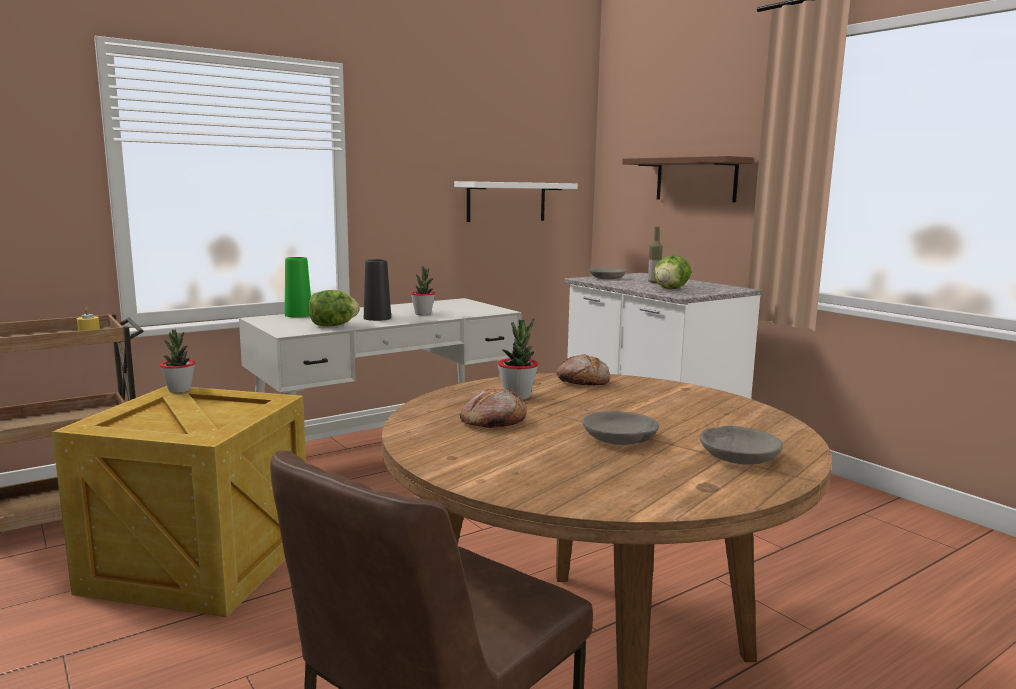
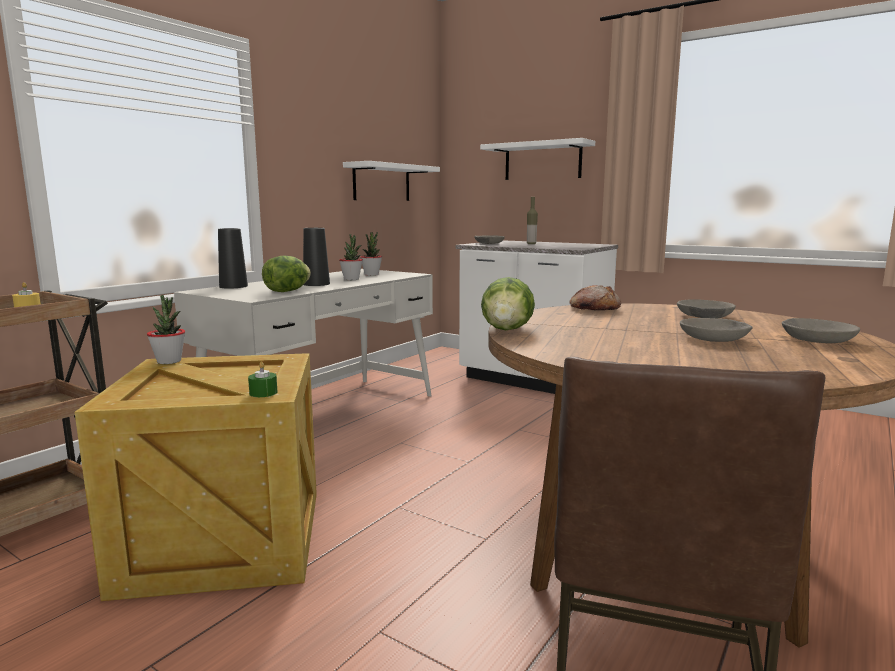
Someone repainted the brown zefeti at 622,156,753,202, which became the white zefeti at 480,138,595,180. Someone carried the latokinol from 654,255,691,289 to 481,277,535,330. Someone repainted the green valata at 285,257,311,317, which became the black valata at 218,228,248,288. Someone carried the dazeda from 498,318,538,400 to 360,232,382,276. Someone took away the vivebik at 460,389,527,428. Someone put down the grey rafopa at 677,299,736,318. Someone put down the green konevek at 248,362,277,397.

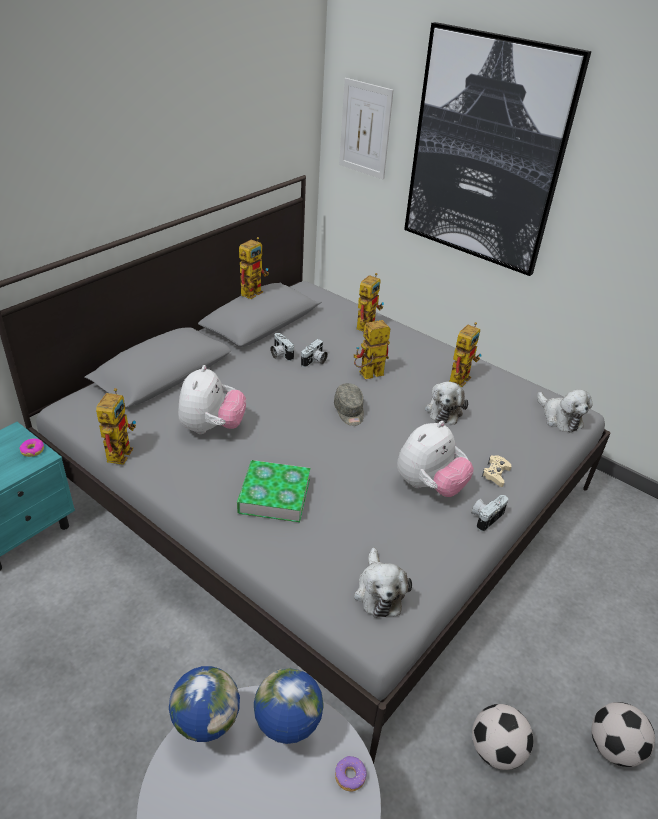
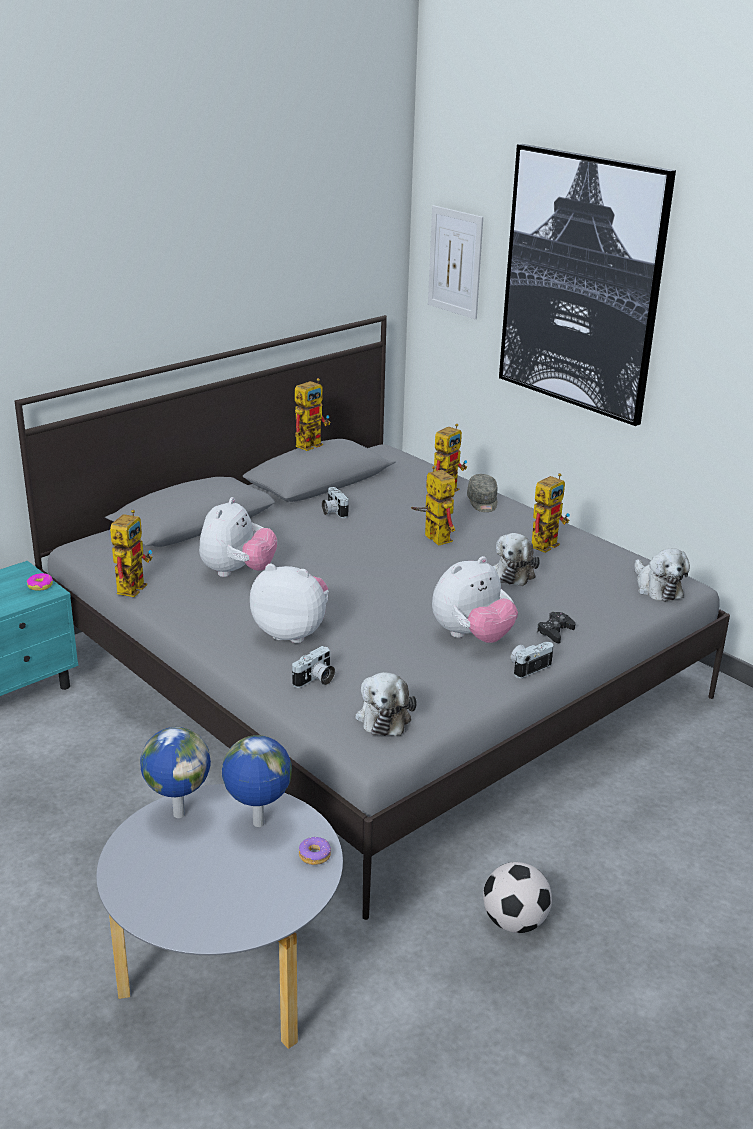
Someone rotated the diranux at 354,320,390,379 by 75 degrees clockwise. Someone carried the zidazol from 301,339,328,367 to 292,646,335,688. Someone carried the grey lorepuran from 334,383,364,426 to 467,474,497,512. Someone repainted the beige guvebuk at 482,455,511,487, which became the black guvebuk at 537,612,575,643. Someone swapped the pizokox at 237,460,311,522 for the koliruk at 250,564,329,643. Someone took away the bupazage at 591,702,655,767.

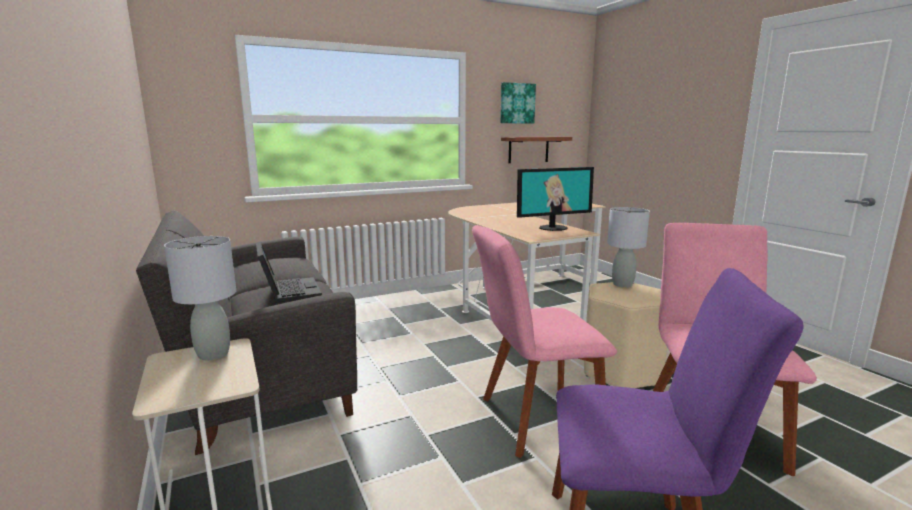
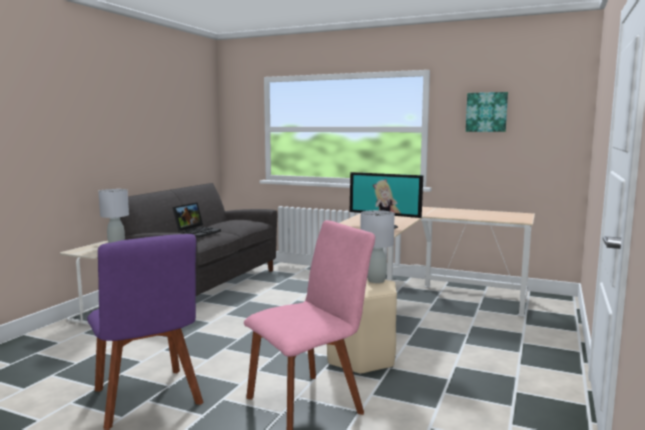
Someone took away the zefeti at 501,137,572,163. Someone took away the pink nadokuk at 472,225,617,458.

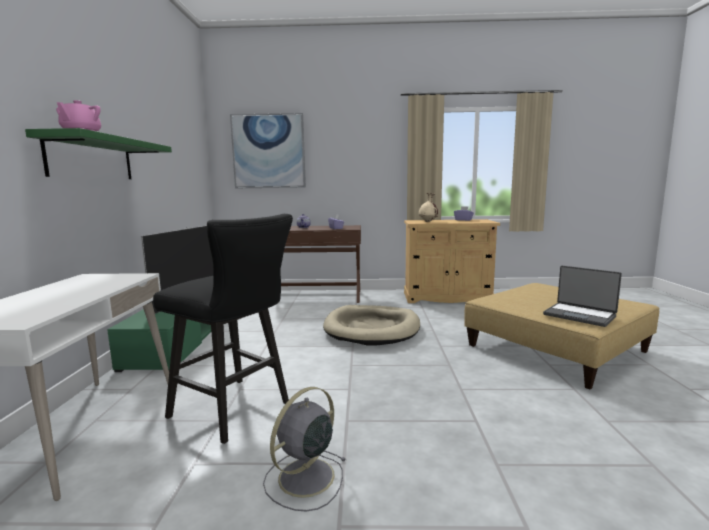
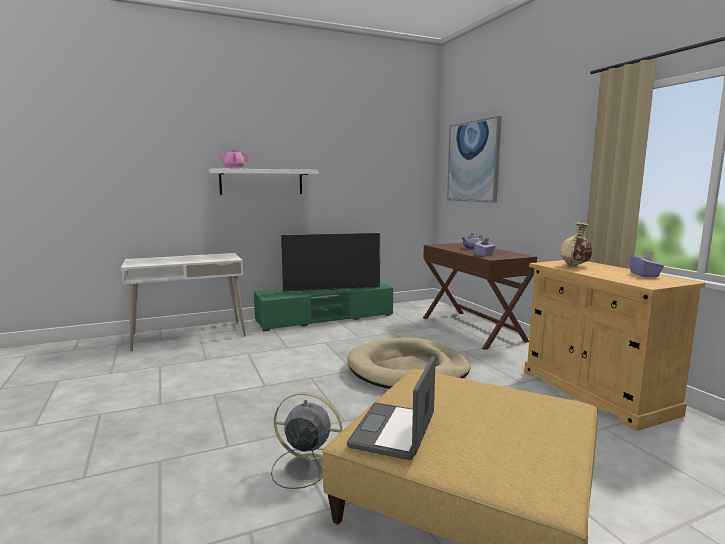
Someone repainted the green zefeti at 25,128,172,179, which became the white zefeti at 209,168,318,195. Someone took away the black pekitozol at 153,214,293,444. Someone carried the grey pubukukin from 263,387,346,512 to 271,392,342,489.

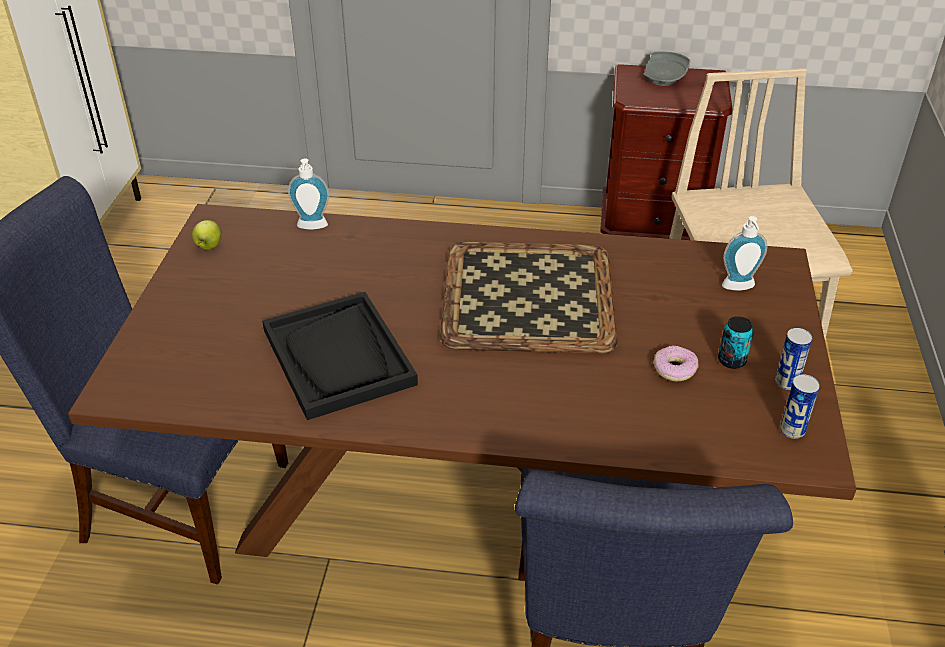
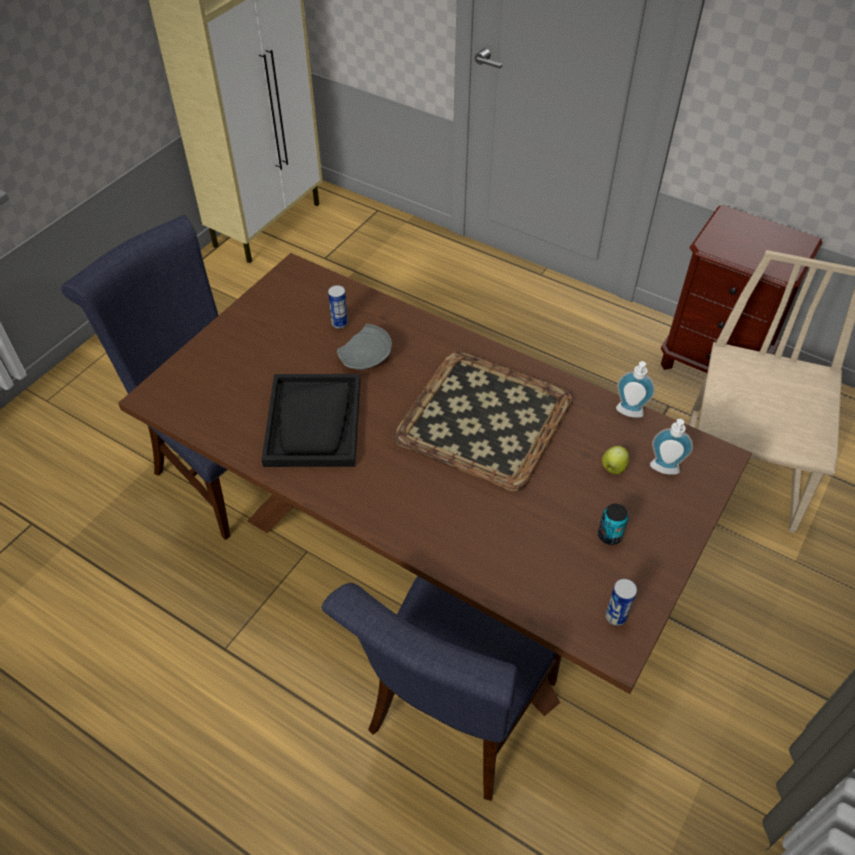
Someone carried the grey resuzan from 643,51,690,86 to 337,324,392,370. Someone carried the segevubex from 288,159,329,230 to 616,361,655,418. Someone carried the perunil from 192,220,221,250 to 602,446,629,474. Someone carried the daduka from 775,328,812,390 to 328,285,348,329. Someone took away the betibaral at 653,346,698,381.

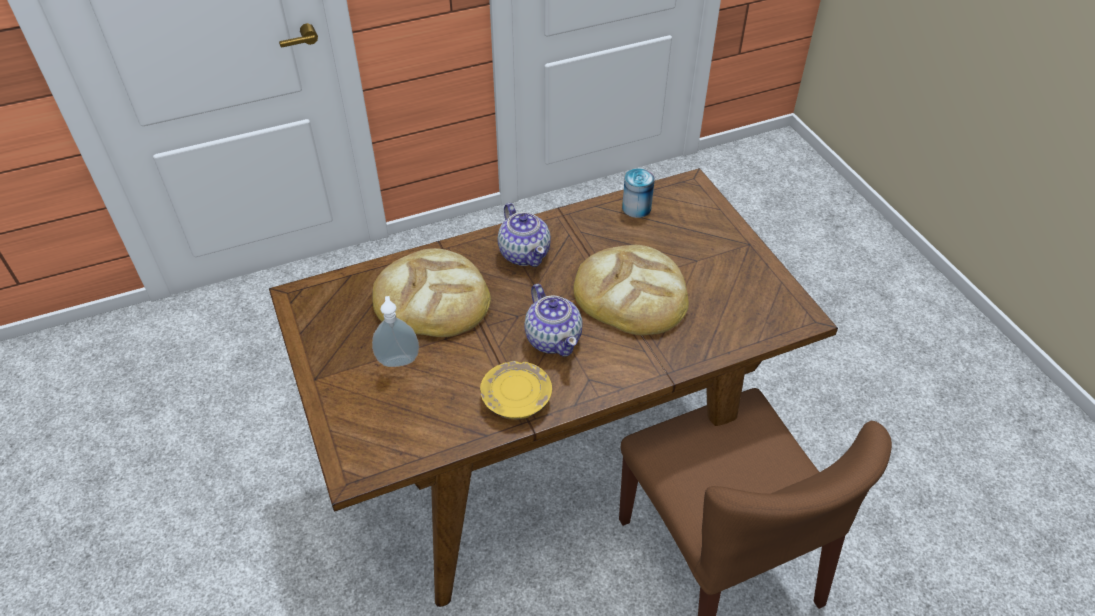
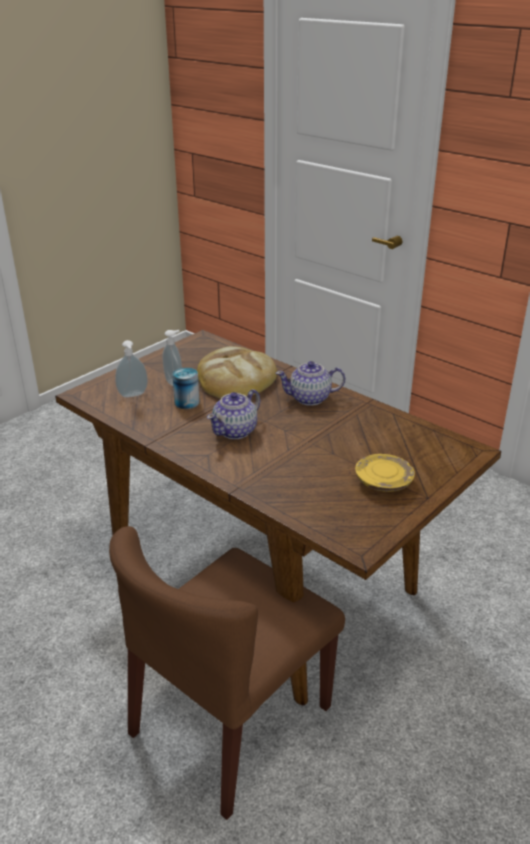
Someone carried the daduka from 622,168,655,218 to 172,368,200,409. Someone rotated the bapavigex at 498,203,551,267 by 45 degrees clockwise. Someone took away the vivebik at 573,245,689,335. Someone carried the yellow resuzan from 480,361,552,419 to 355,454,415,492. Someone put down the segevubex at 115,340,148,398.

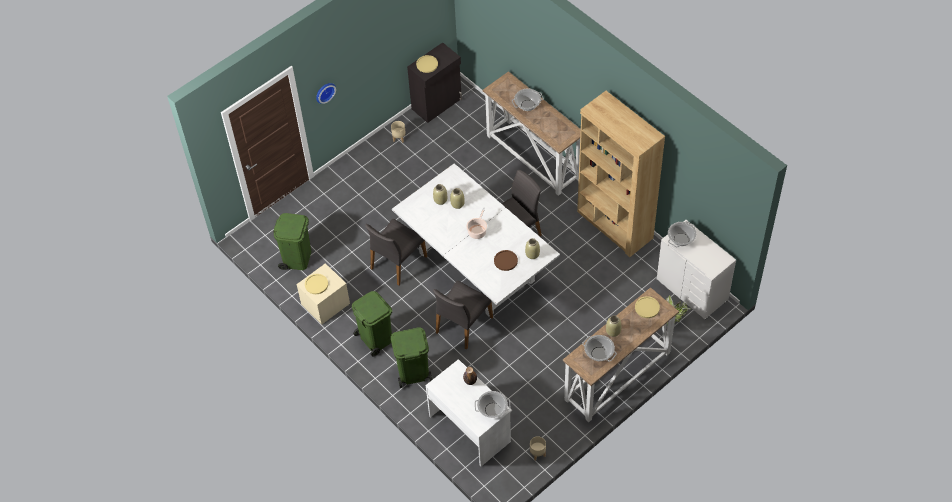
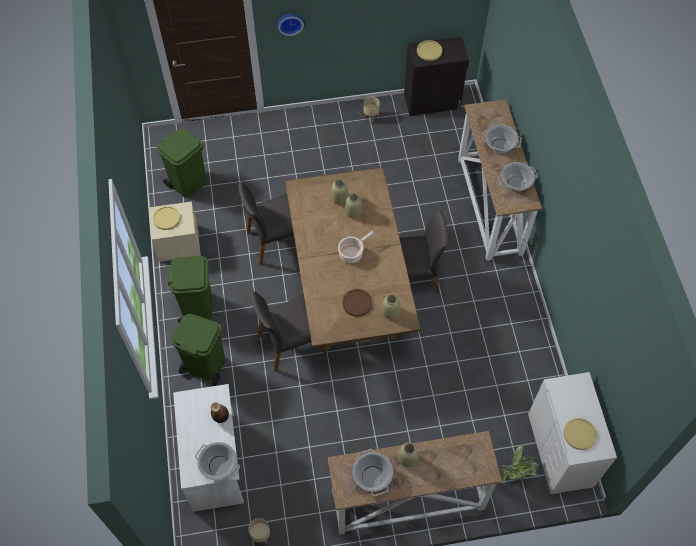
Someone took away the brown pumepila at 577,91,665,257. Someone repainted the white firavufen at 392,163,560,317, which became the brown firavufen at 285,167,421,350. Someone carried the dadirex from 668,221,696,247 to 498,162,538,191. Someone carried the yellow resuzan from 635,296,660,318 to 564,418,597,450.

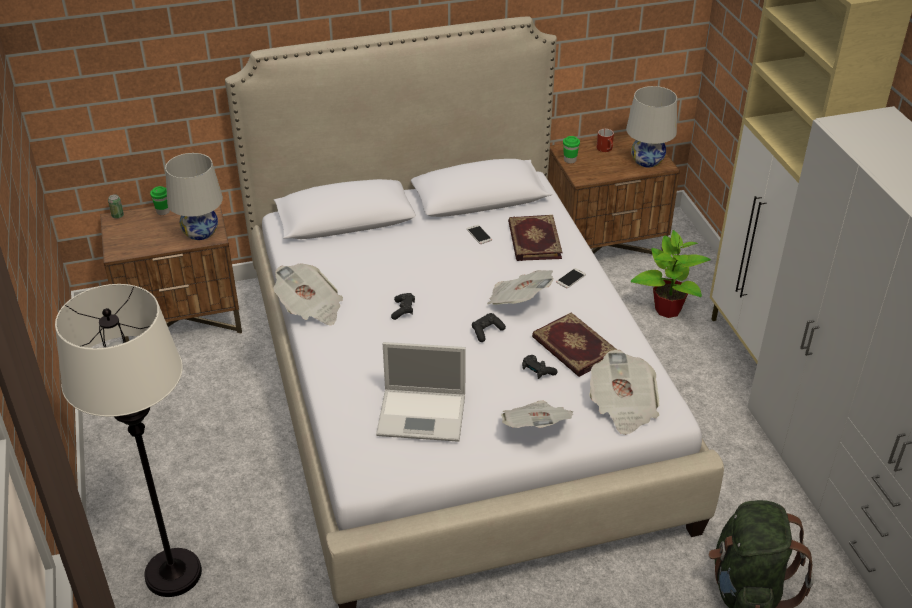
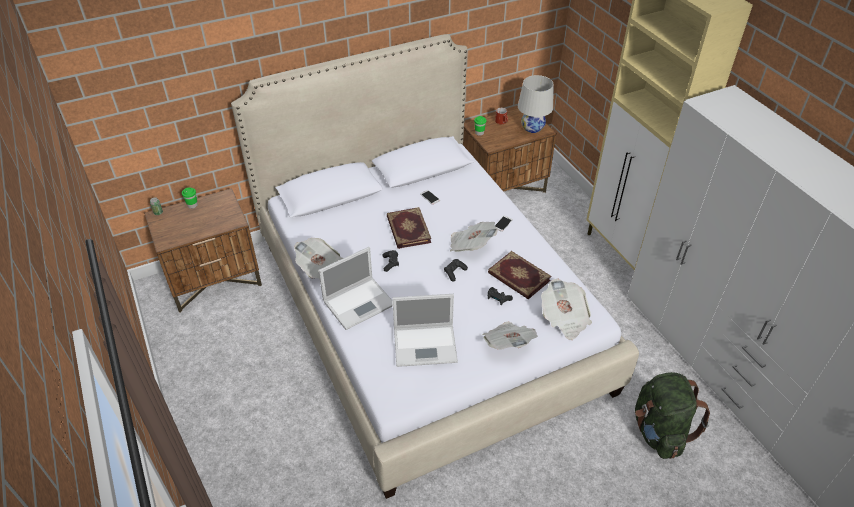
Someone took away the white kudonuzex at 165,153,223,240. Someone carried the pizokox from 508,215,562,261 to 387,207,431,249. Someone took away the dazeda at 631,230,711,318. Someone took away the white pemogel at 55,284,202,597. Someone put down the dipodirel at 318,247,393,330.

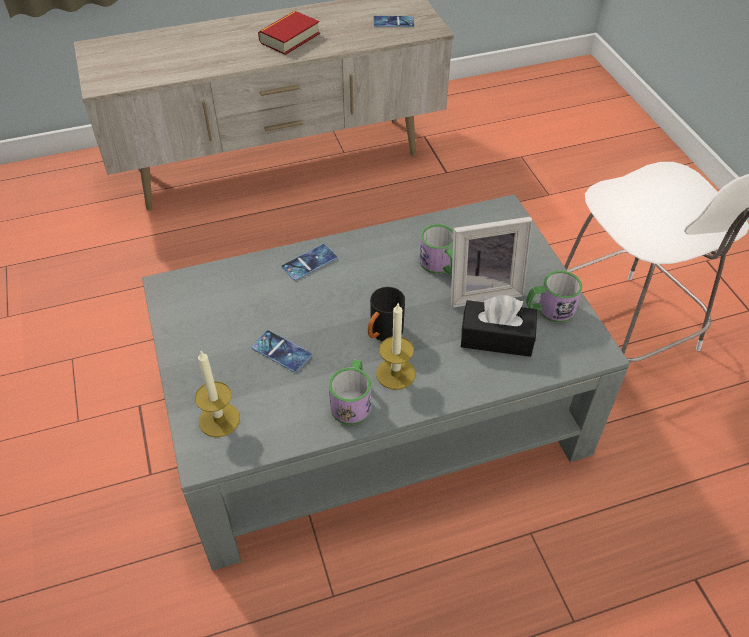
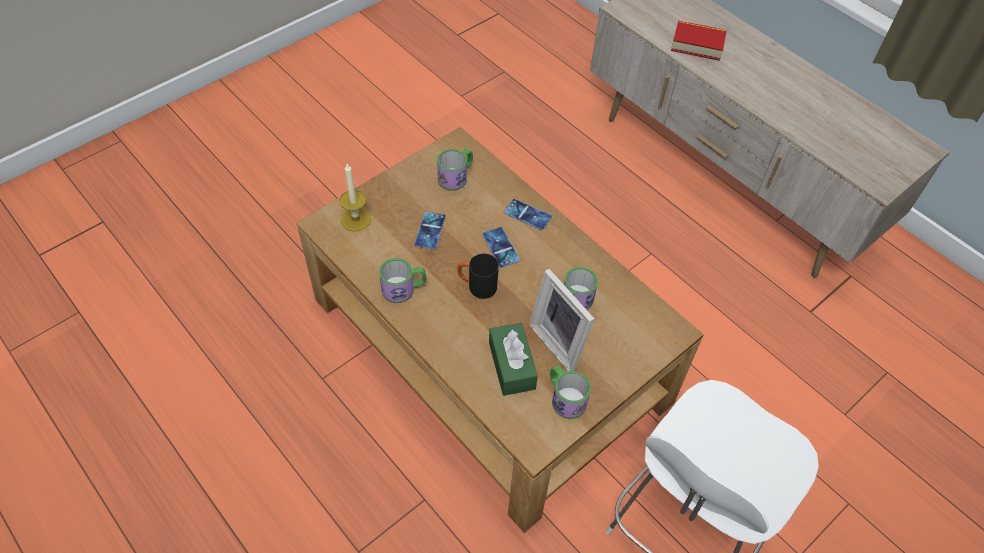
Someone carried the pizokox from 258,11,320,55 to 671,20,727,61. Someone carried the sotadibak from 373,16,414,27 to 482,227,520,268. Someone repainted the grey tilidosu at 142,194,630,571, which became the brown tilidosu at 296,127,704,533. Someone repainted the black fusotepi at 461,295,537,357, which became the green fusotepi at 489,323,538,396. Someone took away the konevek at 376,302,415,390. Someone put down the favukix at 437,148,473,191.

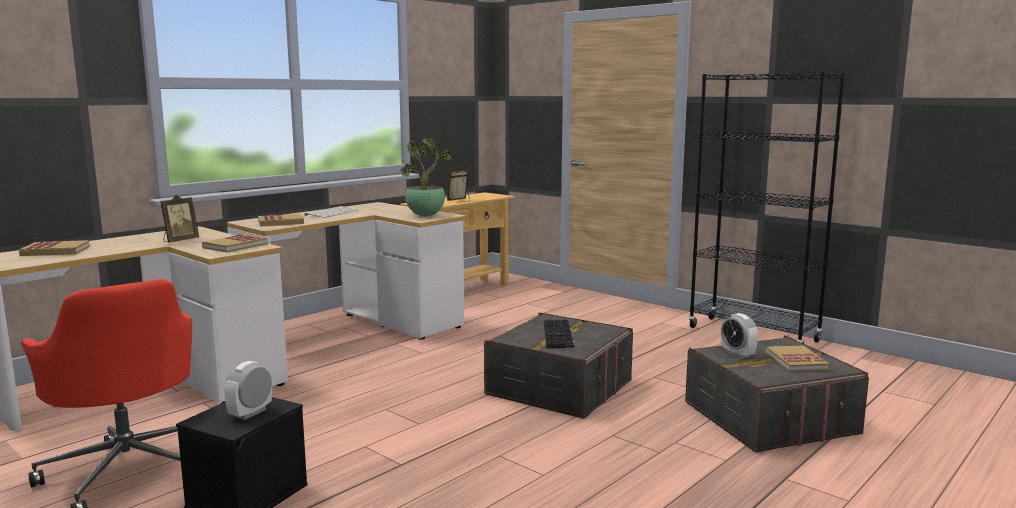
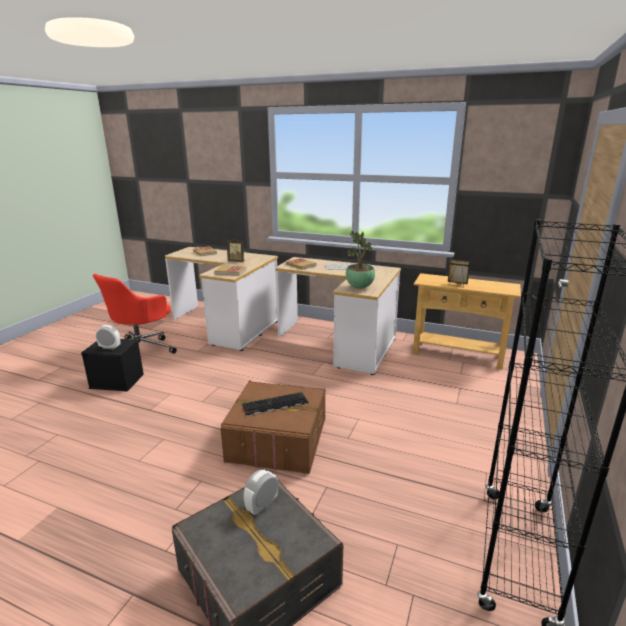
Someone repainted the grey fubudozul at 484,313,633,419, which became the brown fubudozul at 220,380,325,474. Someone took away the pizokox at 766,346,830,372.

